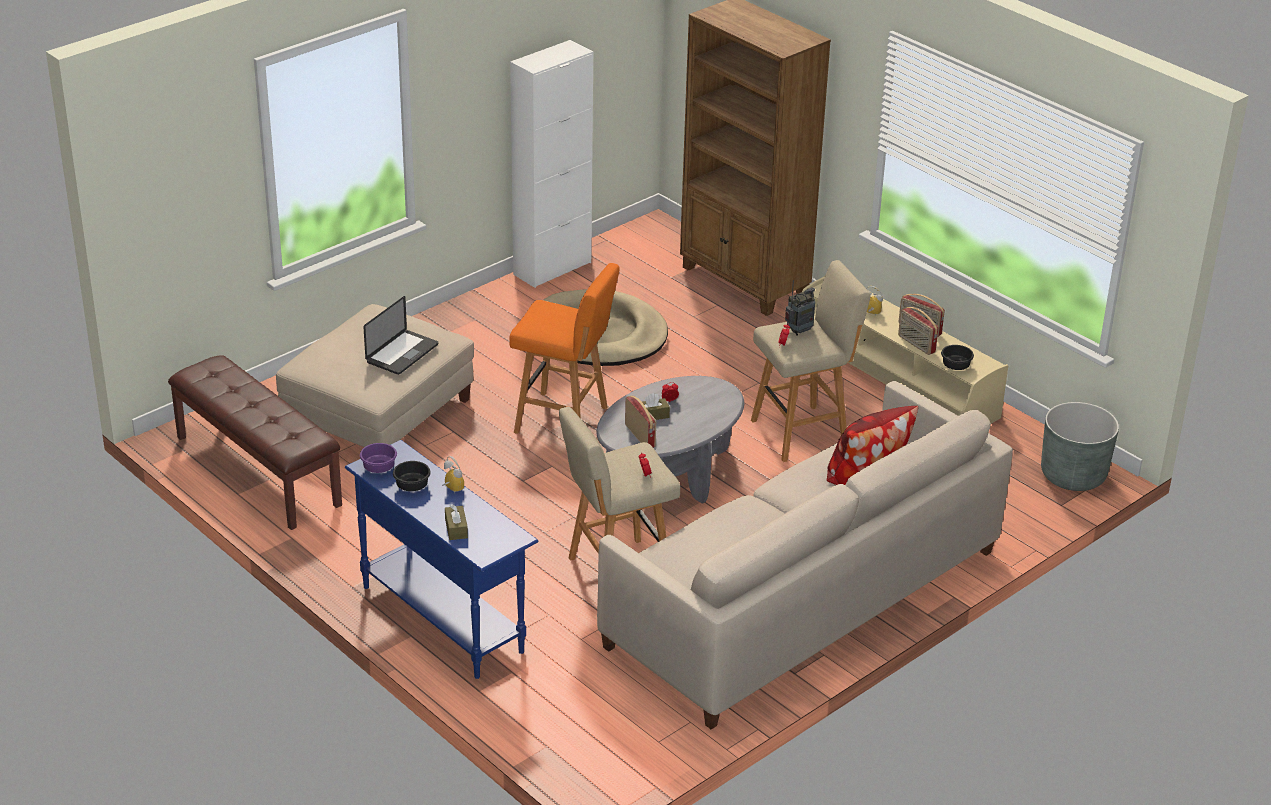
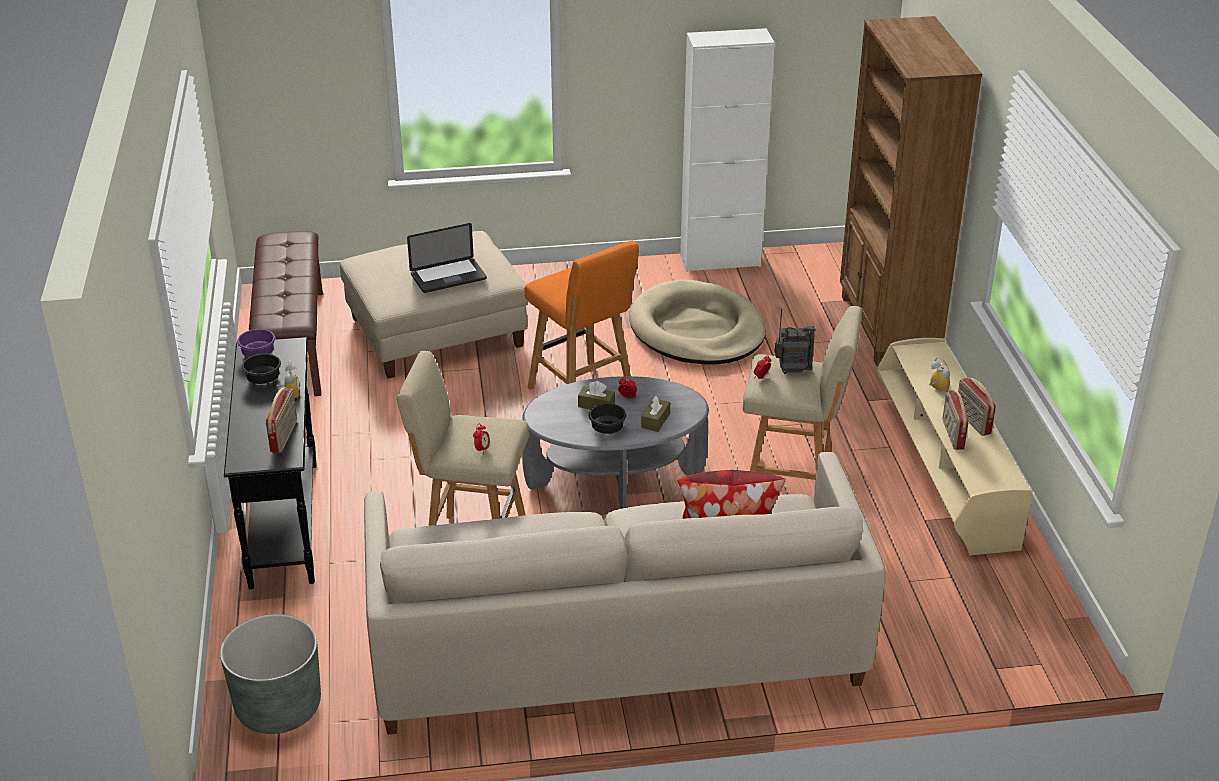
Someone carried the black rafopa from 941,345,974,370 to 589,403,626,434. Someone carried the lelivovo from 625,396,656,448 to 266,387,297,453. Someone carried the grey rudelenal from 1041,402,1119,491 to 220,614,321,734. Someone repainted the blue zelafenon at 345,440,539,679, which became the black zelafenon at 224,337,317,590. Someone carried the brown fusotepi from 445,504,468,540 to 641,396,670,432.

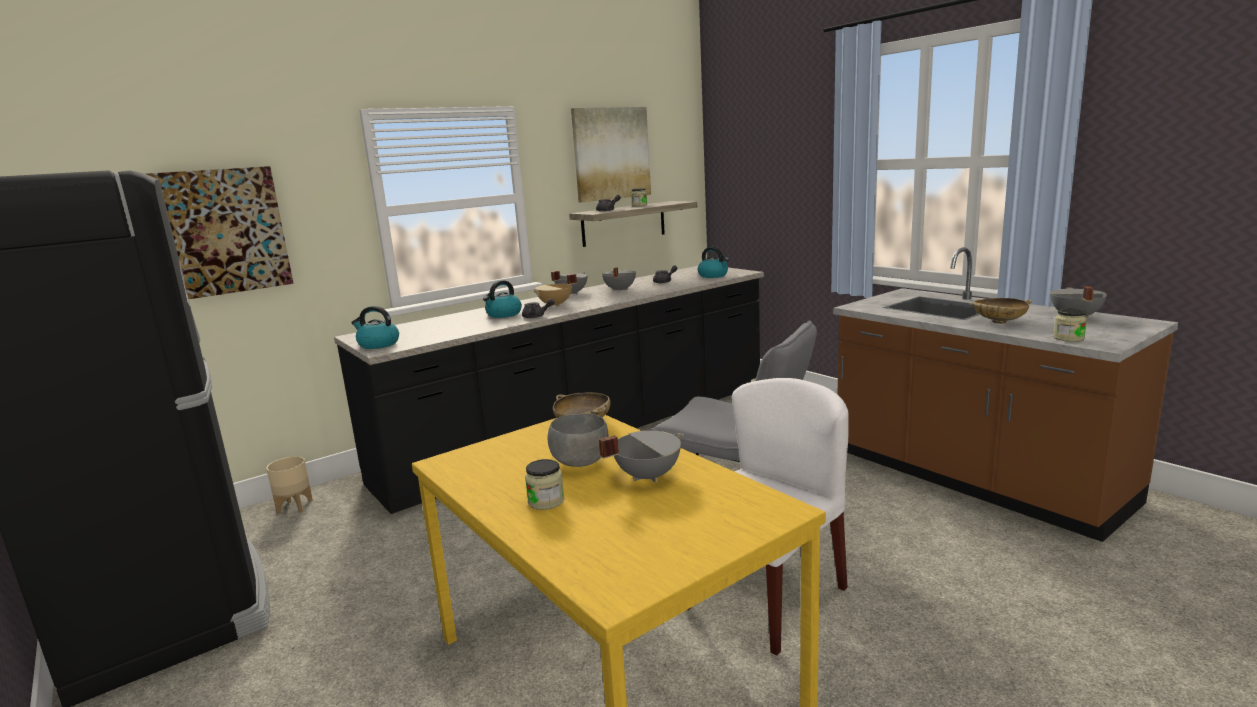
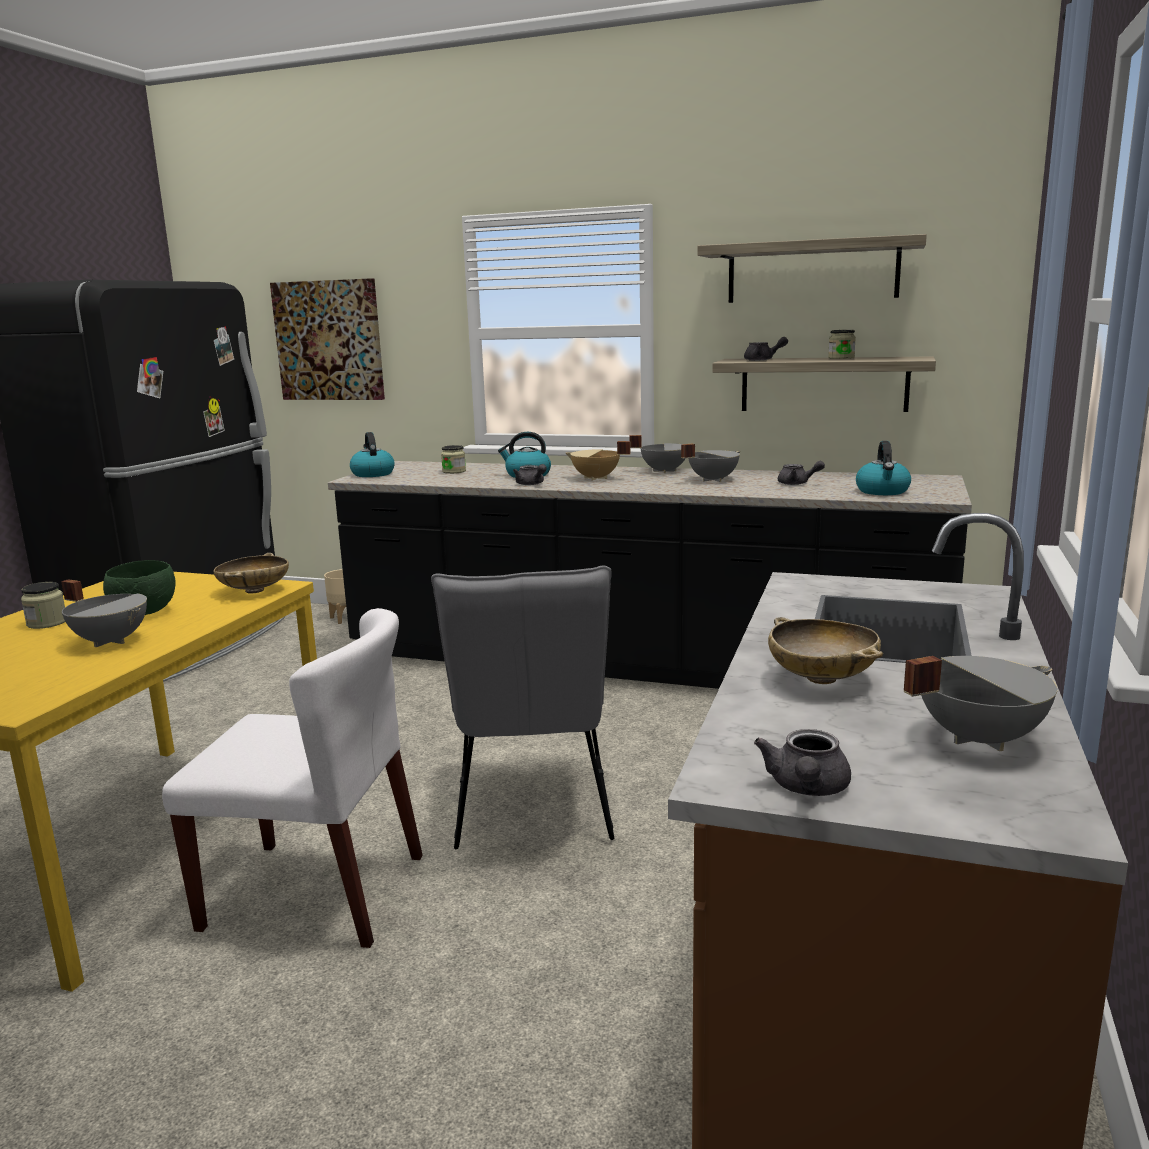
Someone swapped the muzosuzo at 571,107,651,203 for the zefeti at 697,234,927,303. Someone carried the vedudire from 1053,308,1087,342 to 441,445,466,474. Someone repainted the grey rafopa at 548,414,609,467, which became the green rafopa at 103,560,176,615. Someone put down the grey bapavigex at 754,729,851,796.

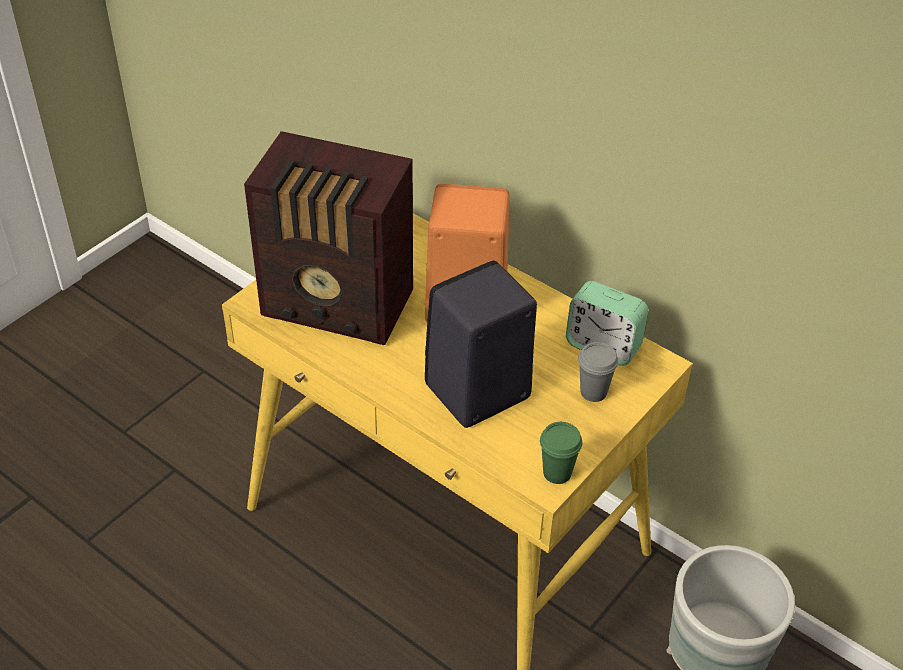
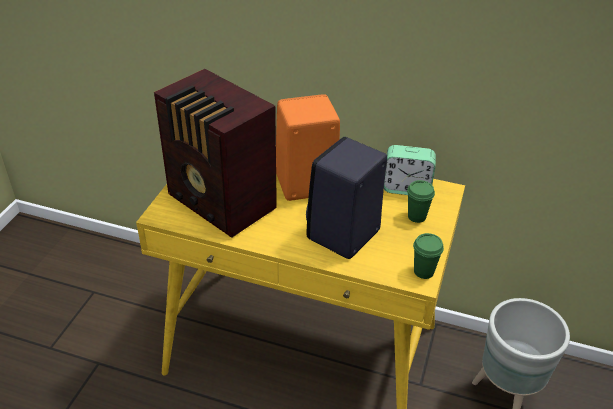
Someone rotated the lelivovo at 244,131,413,345 by 45 degrees clockwise. Someone repainted the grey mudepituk at 578,342,618,402, which became the green mudepituk at 407,180,435,223.

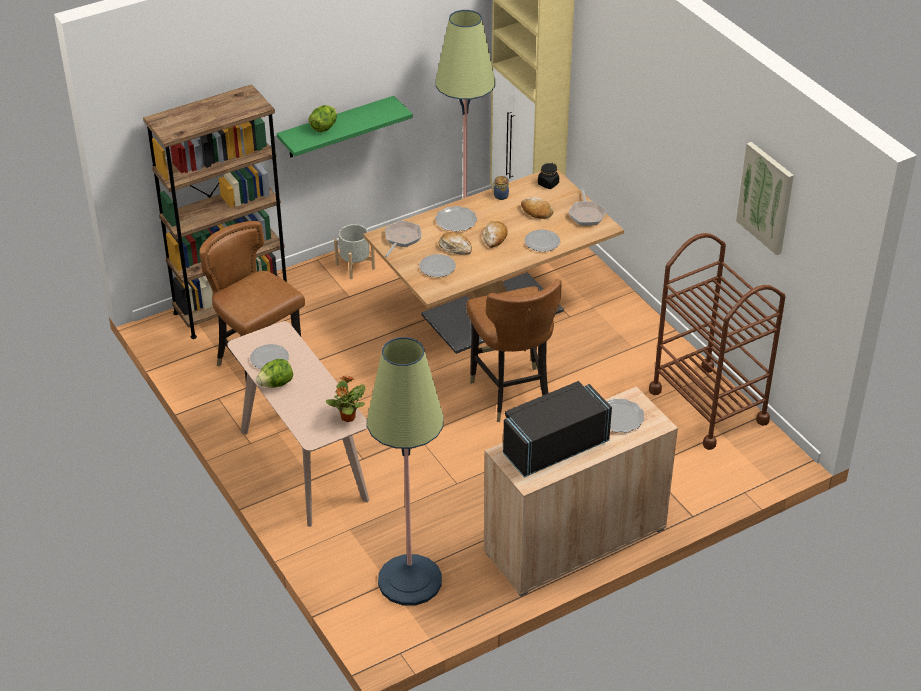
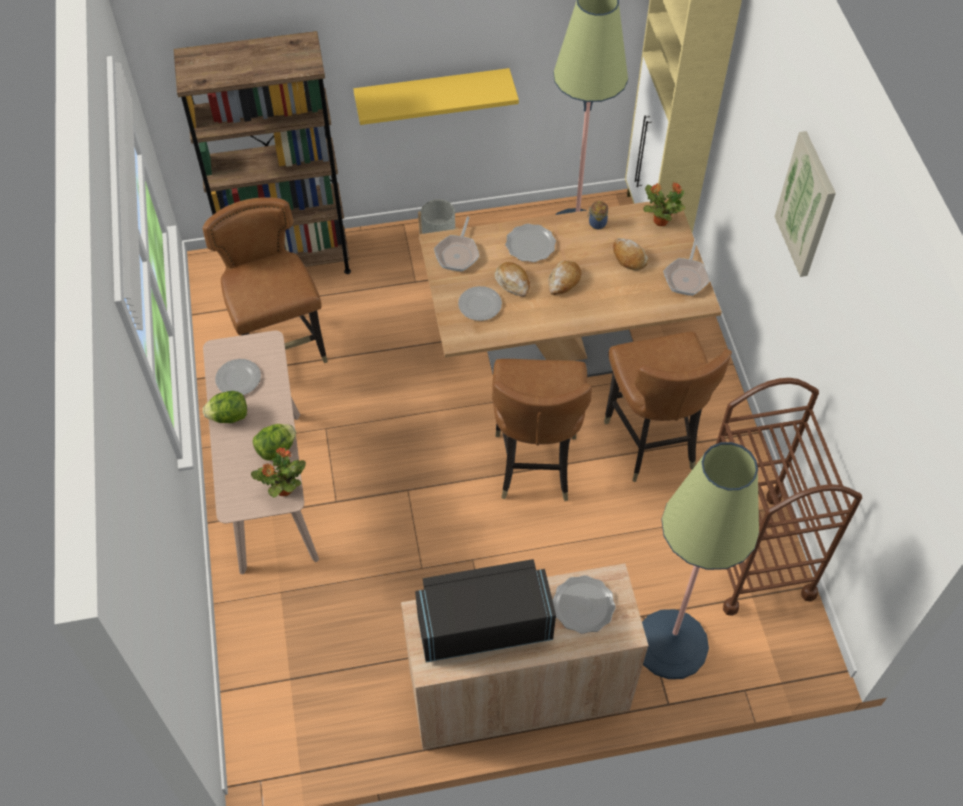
Someone repainted the green zefeti at 277,96,413,158, which became the yellow zefeti at 354,68,519,125. Someone carried the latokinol from 309,105,337,132 to 253,424,296,461. Someone carried the muzosuzo from 736,142,794,255 to 775,131,836,277. Someone swapped the black vedudire at 538,163,559,189 for the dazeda at 643,182,685,226. Someone rotated the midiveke at 385,221,421,257 by 150 degrees clockwise. Someone took away the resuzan at 525,230,560,252. Someone carried the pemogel from 367,337,444,606 to 642,442,759,679. Someone put down the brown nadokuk at 604,332,732,482.

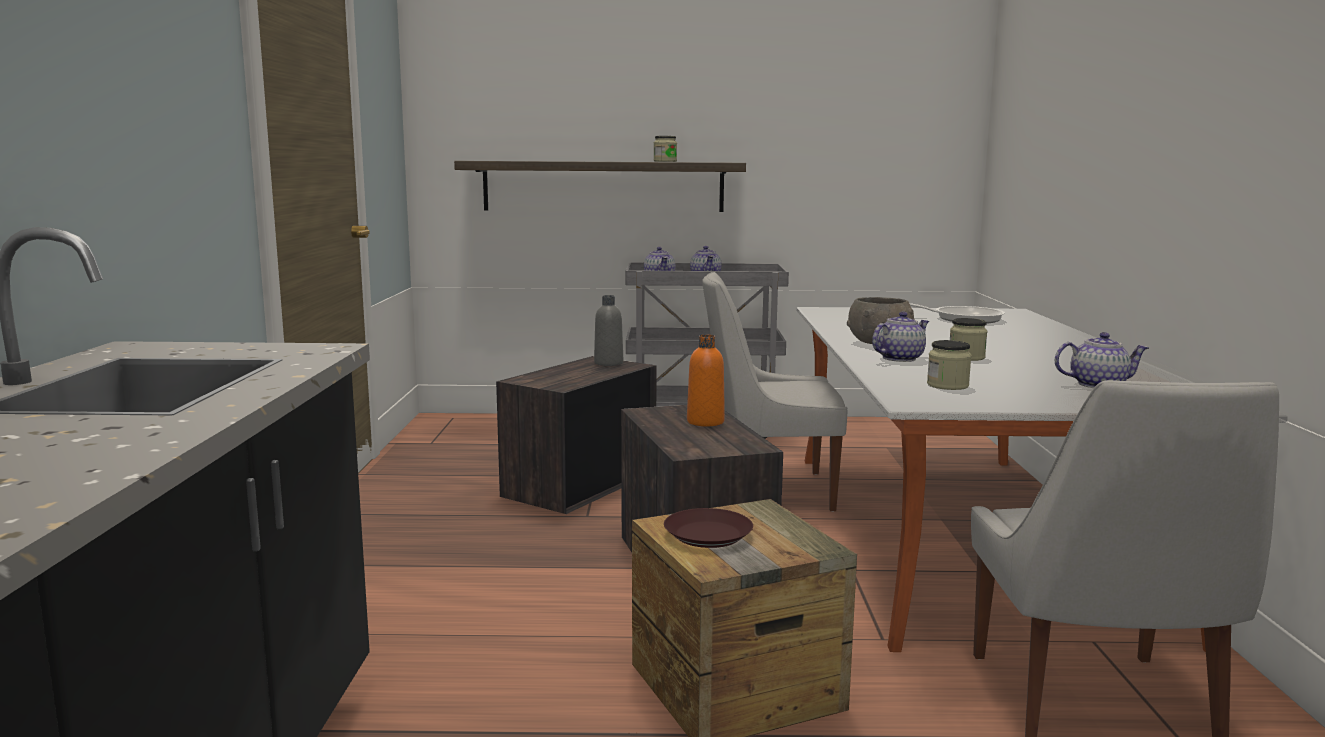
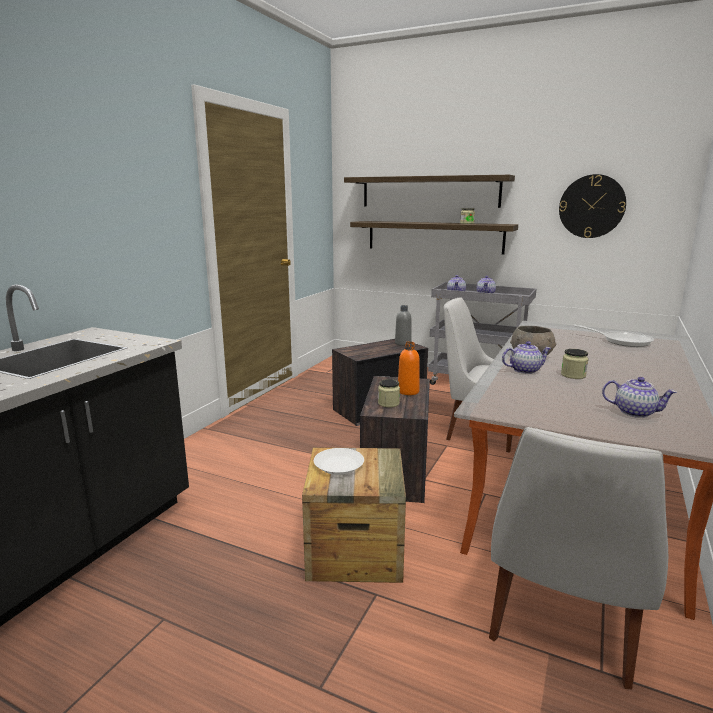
Someone carried the vedudire from 927,340,972,390 to 378,379,400,407. Someone repainted the brown resuzan at 664,508,753,548, which became the white resuzan at 314,448,364,475. Someone put up the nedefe at 559,174,626,238. Someone put up the zefeti at 344,175,515,208.

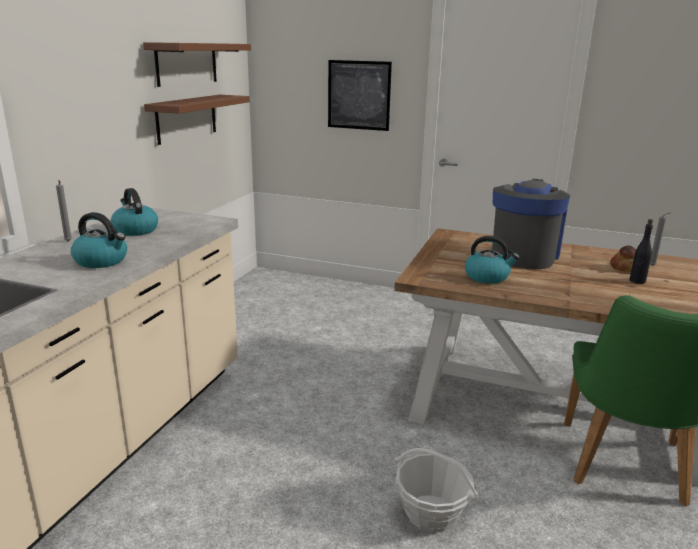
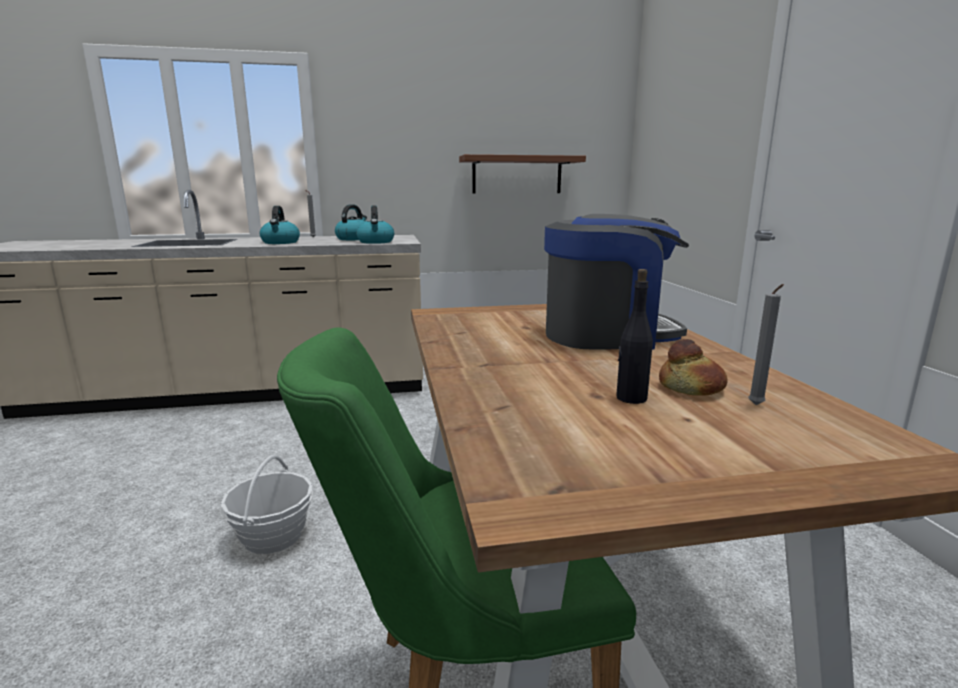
Someone took away the brown zefeti at 143,42,251,87. Someone took away the muzosuzo at 328,60,392,131. Someone carried the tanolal from 465,236,520,284 to 356,205,394,244.

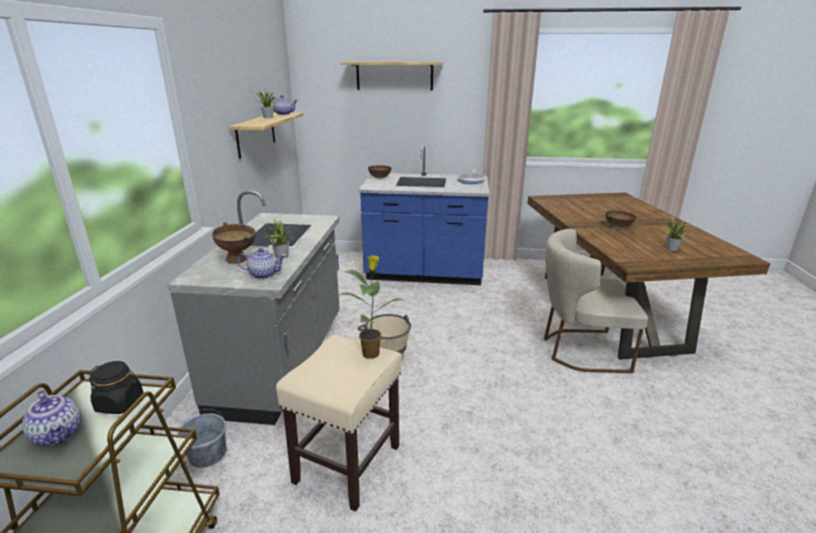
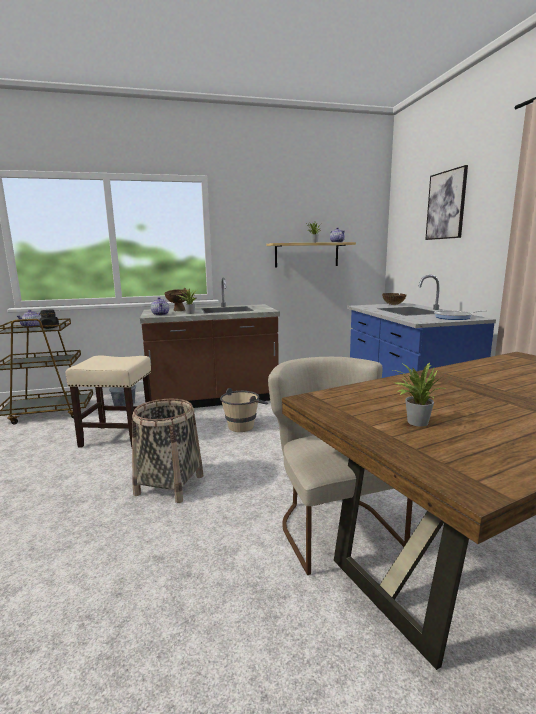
Someone swapped the zefeti at 340,62,443,90 for the muzosuzo at 425,165,468,240. Someone repainted the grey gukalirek at 167,190,340,425, which became the brown gukalirek at 140,278,280,408. Someone took away the rafopa at 605,211,636,228. Someone took away the dazeda at 337,255,403,359. Someone put down the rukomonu at 132,399,203,503.

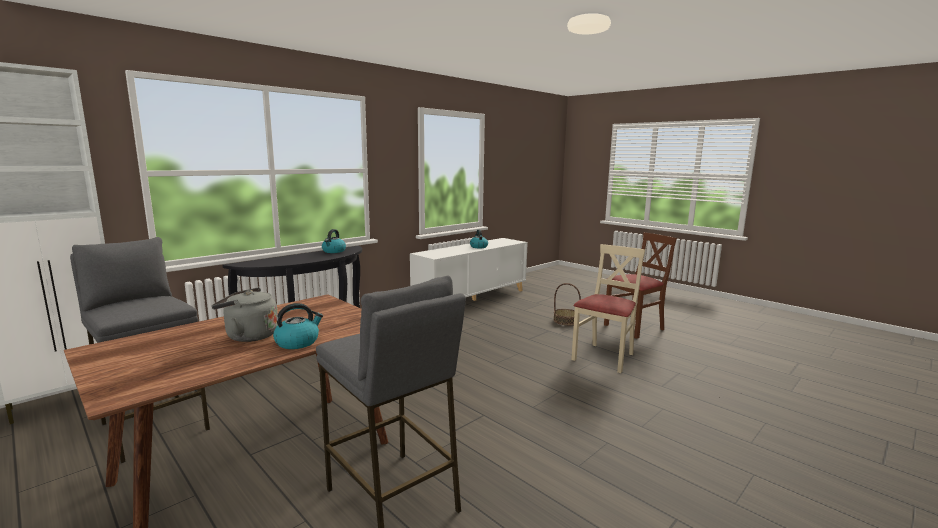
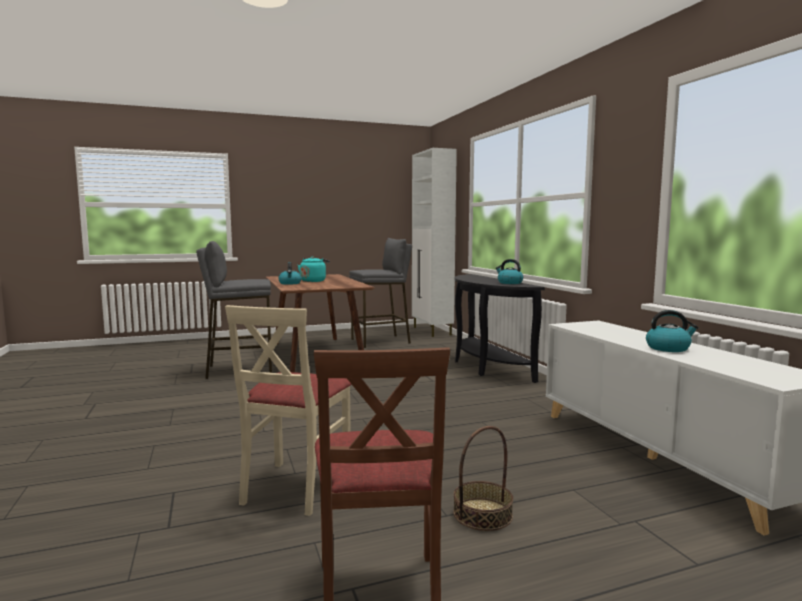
Someone rotated the beige nadokuk at 571,244,645,373 by 45 degrees clockwise. Someone repainted the grey tanolal at 211,288,278,342, which became the turquoise tanolal at 298,256,330,282.

